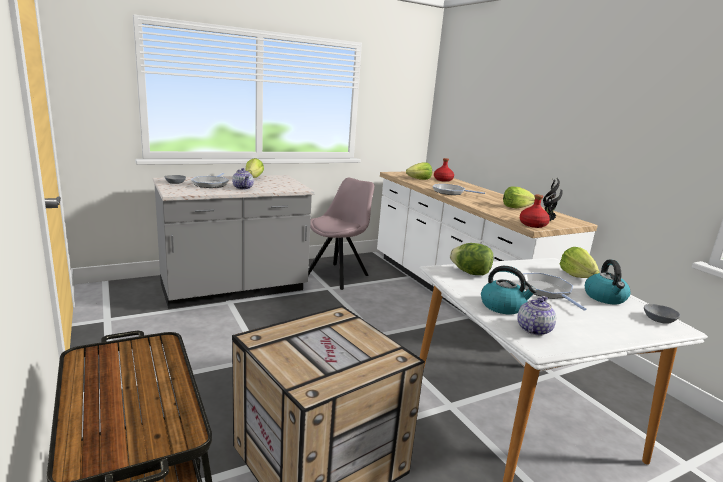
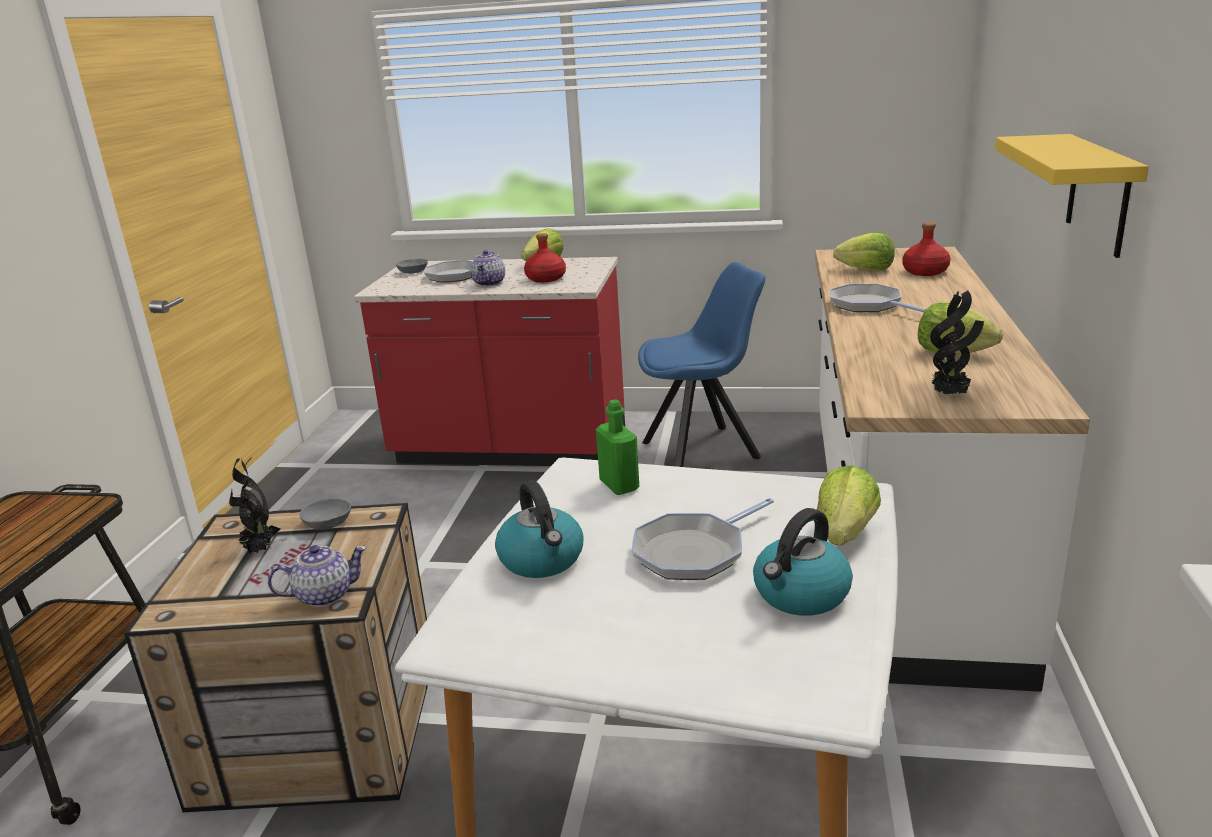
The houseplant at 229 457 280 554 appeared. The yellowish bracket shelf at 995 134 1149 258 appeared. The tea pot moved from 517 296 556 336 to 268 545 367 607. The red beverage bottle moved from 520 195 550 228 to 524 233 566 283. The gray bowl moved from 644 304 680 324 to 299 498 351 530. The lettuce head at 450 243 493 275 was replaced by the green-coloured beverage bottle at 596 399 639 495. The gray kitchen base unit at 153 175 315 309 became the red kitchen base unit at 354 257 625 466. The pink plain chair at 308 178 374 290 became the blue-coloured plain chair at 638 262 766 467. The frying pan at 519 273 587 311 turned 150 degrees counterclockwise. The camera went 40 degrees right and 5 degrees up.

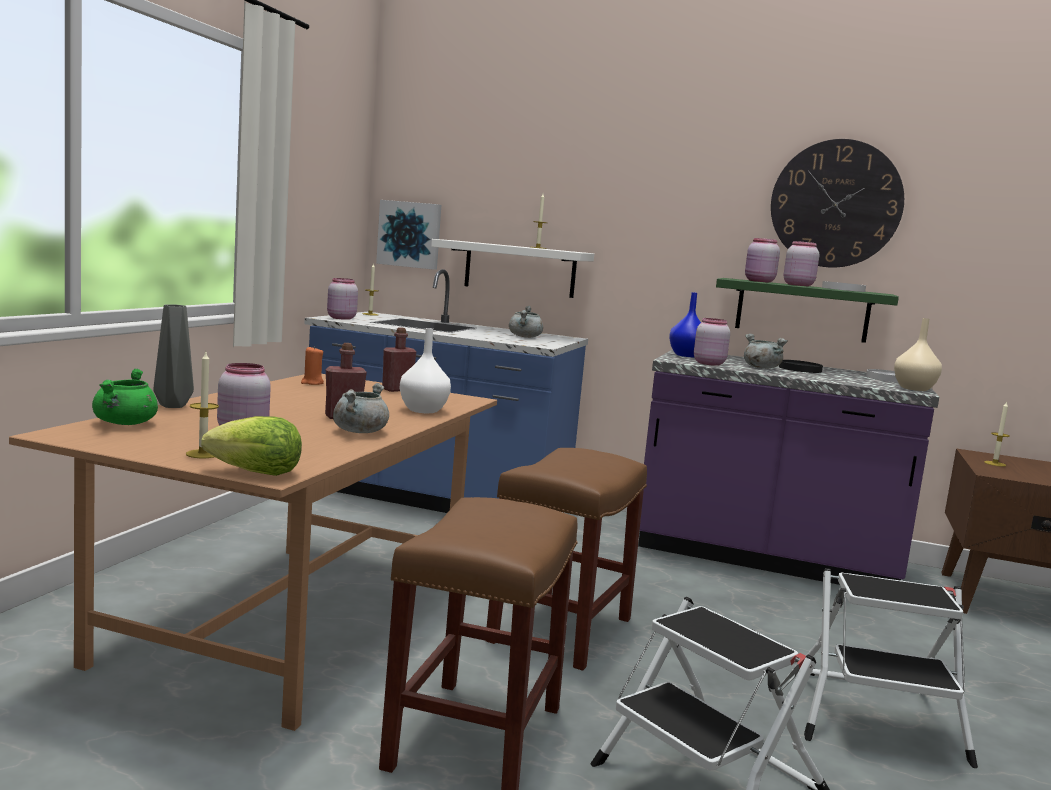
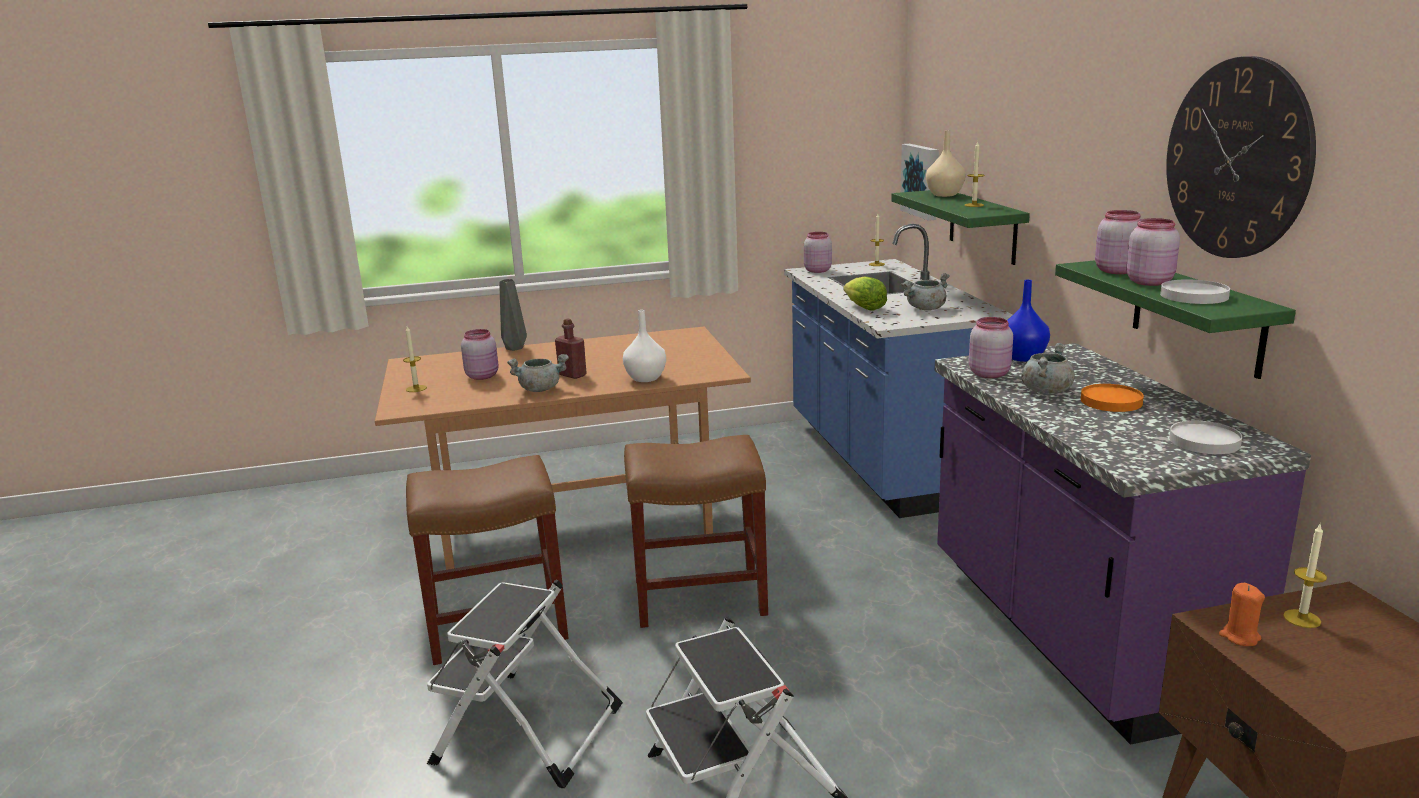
The green-coloured cooking pot at 92 368 158 425 disappeared. The red beverage bottle at 382 328 416 392 disappeared. The lettuce head moved from 201 416 302 476 to 844 277 887 310. The orangey wax light moved from 301 346 324 385 to 1219 583 1265 646. The sand-coloured flower vase moved from 894 318 942 391 to 926 130 965 197. The white-coloured bracket shelf at 431 239 594 298 became the green-coloured bracket shelf at 891 190 1030 265. The black flat dish at 779 360 823 373 became the orangey flat dish at 1081 384 1144 412. The camera went 60 degrees right and 10 degrees up.

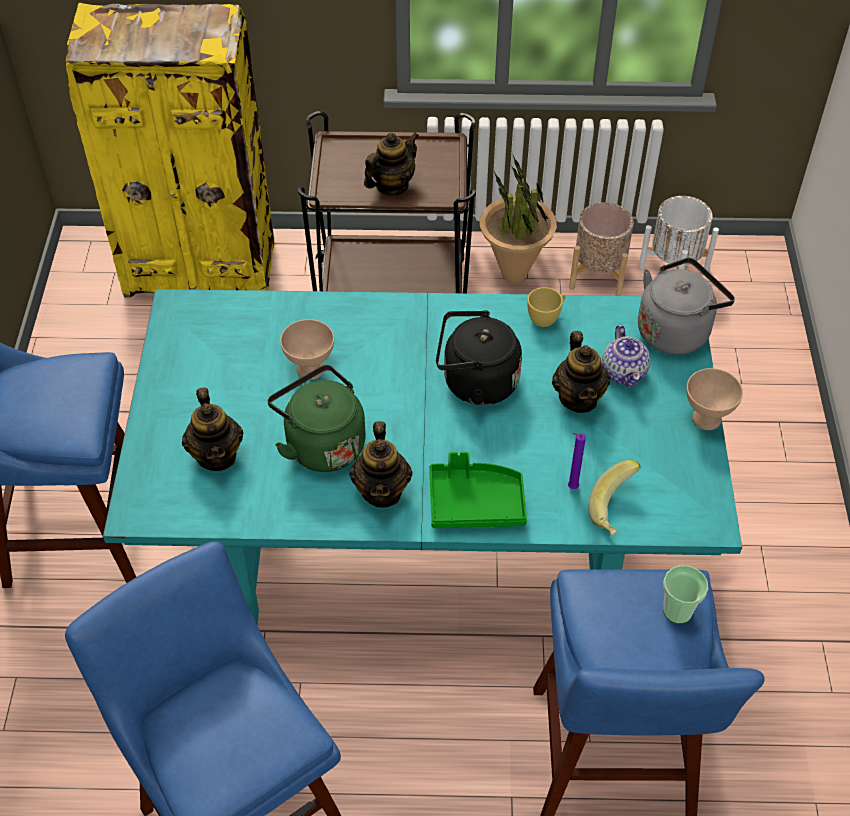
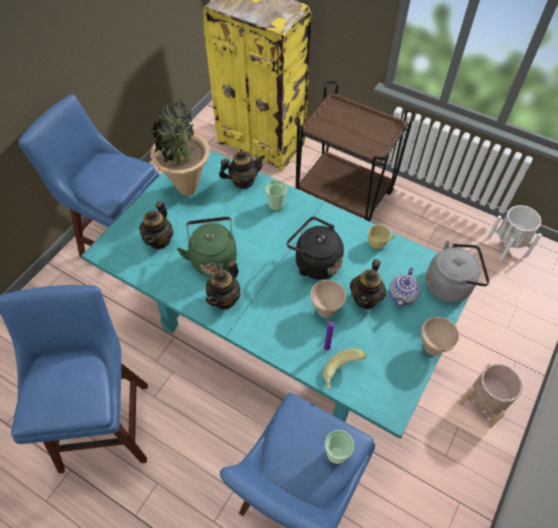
The green-coloured serving tray at 429 452 527 528 disappeared. The cup at 265 180 287 211 appeared. The sand-coloured bowl moved from 280 319 334 380 to 310 280 346 318. The tea pot moved from 364 132 419 195 to 219 150 265 189. The houseplant moved from 480 156 557 283 to 150 98 210 196. The sand-coloured plant pot moved from 569 202 634 296 to 459 363 524 428. The camera went 30 degrees right and 5 degrees up.

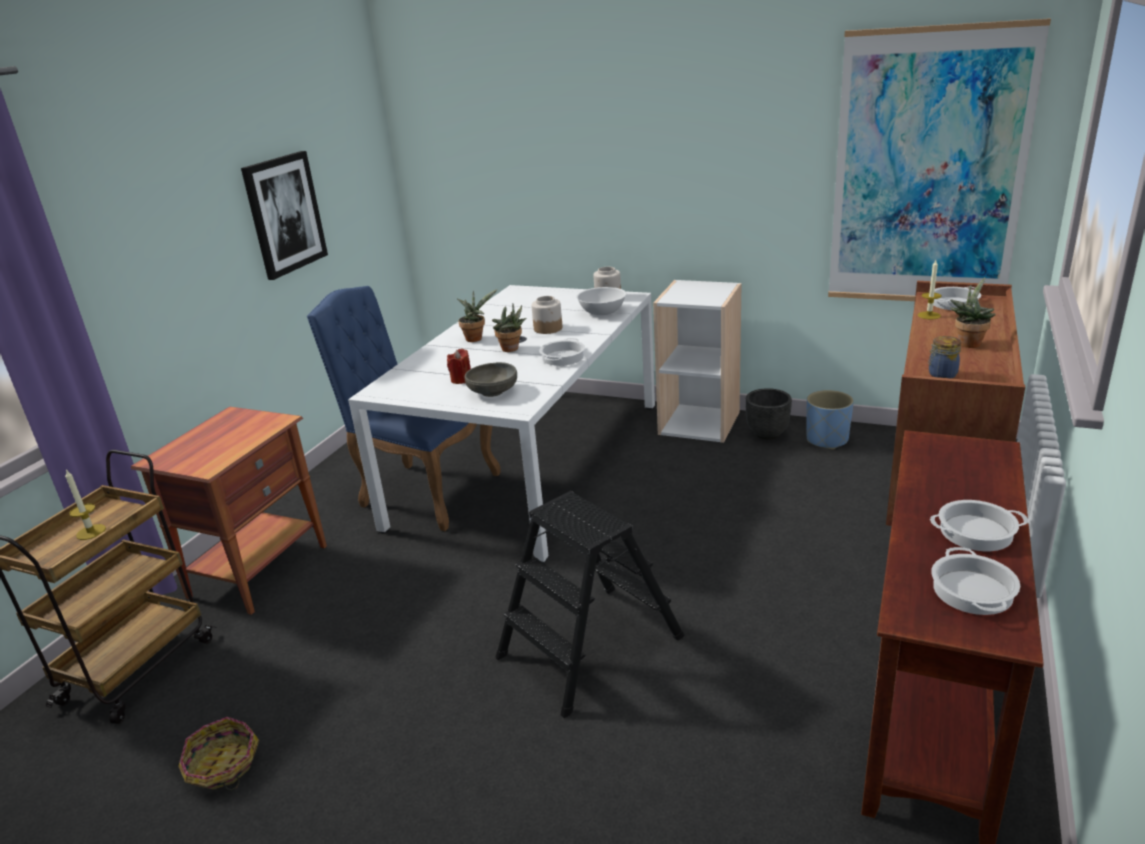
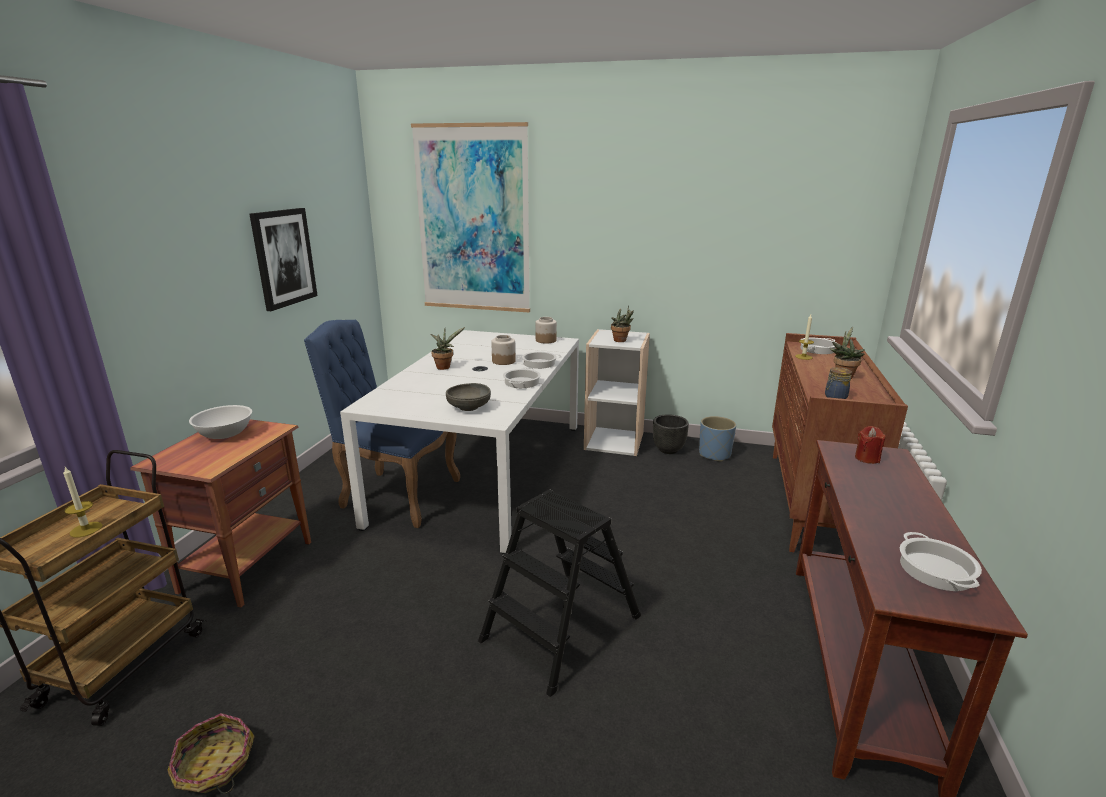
The red wax light moved from 447 349 471 384 to 855 426 885 464. The houseplant moved from 492 304 526 352 to 611 306 634 342. The white-coloured bowl moved from 576 287 626 315 to 189 405 252 439. The picture moved from 828 18 1051 301 to 411 122 530 312. The cooking pot moved from 930 500 1029 551 to 517 352 562 369. The camera went 10 degrees left and 5 degrees down.

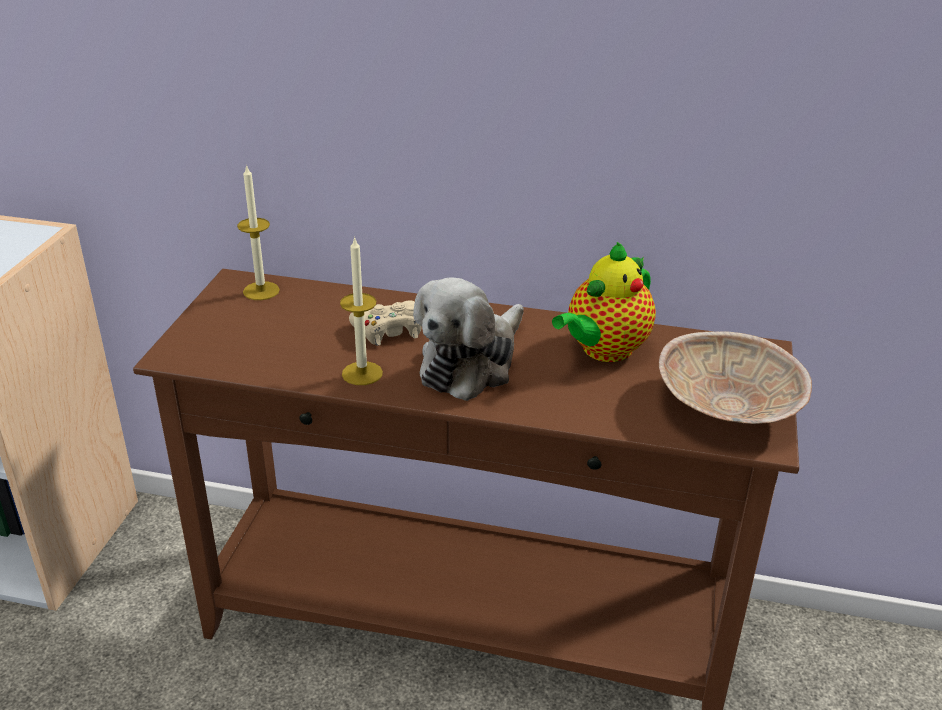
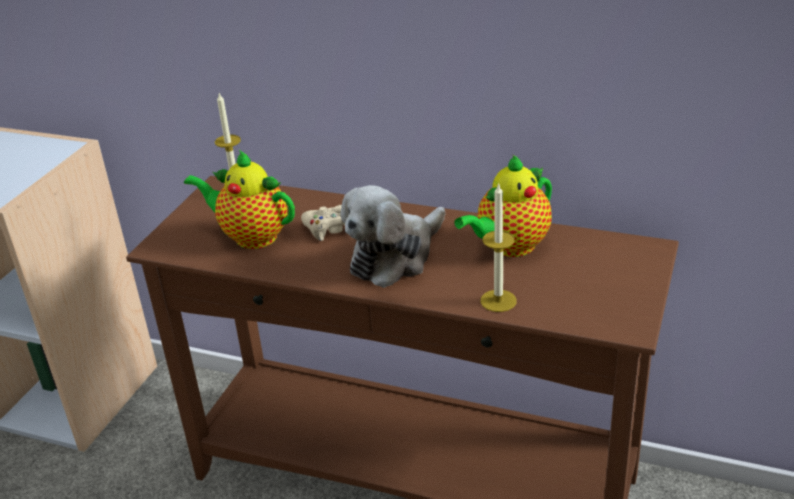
The sand-coloured bowl at 659 331 812 424 disappeared. The tea pot at 184 150 295 249 appeared. The wax light moved from 340 236 383 385 to 480 183 517 312. The camera went 10 degrees right and 0 degrees up.

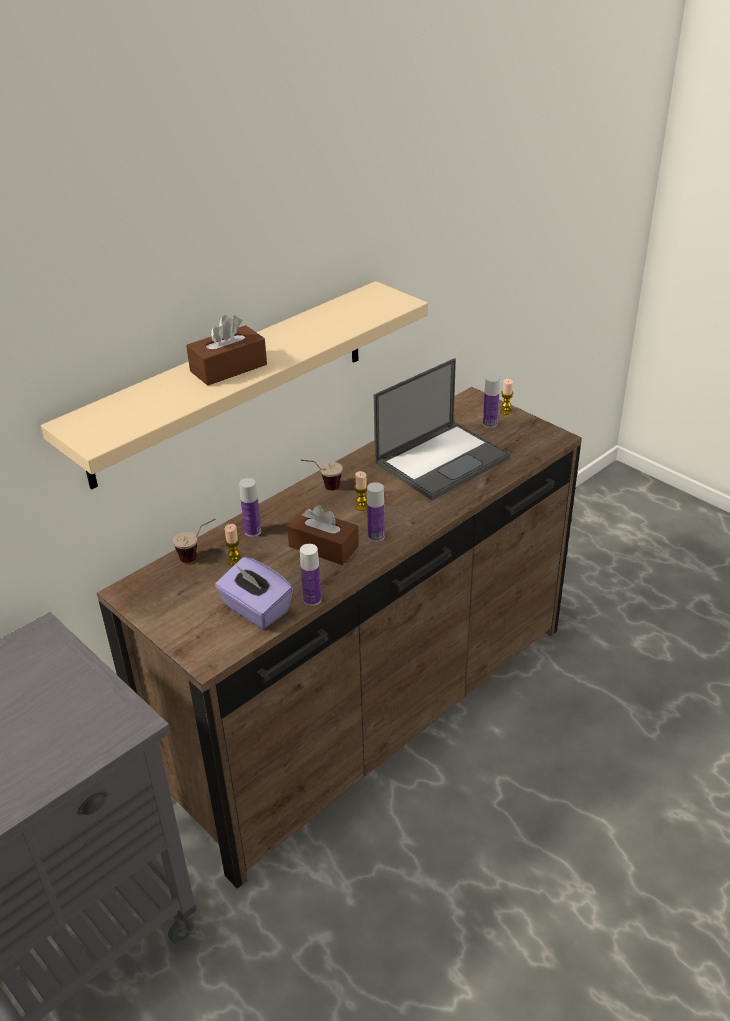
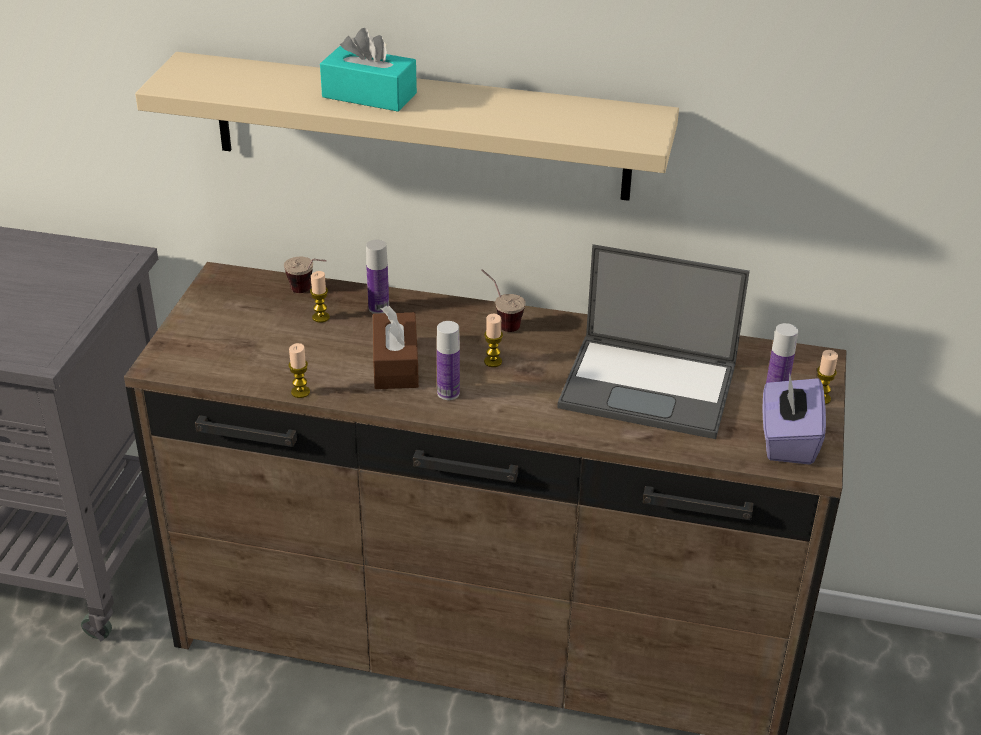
The purple-coloured tissue box moved from 215 557 293 629 to 763 373 826 465. The beverage bottle at 300 544 321 606 was replaced by the wax light at 289 343 310 398. The brown tissue box at 186 315 267 386 became the blue-green tissue box at 320 28 417 112. The camera went 55 degrees right and 0 degrees up.

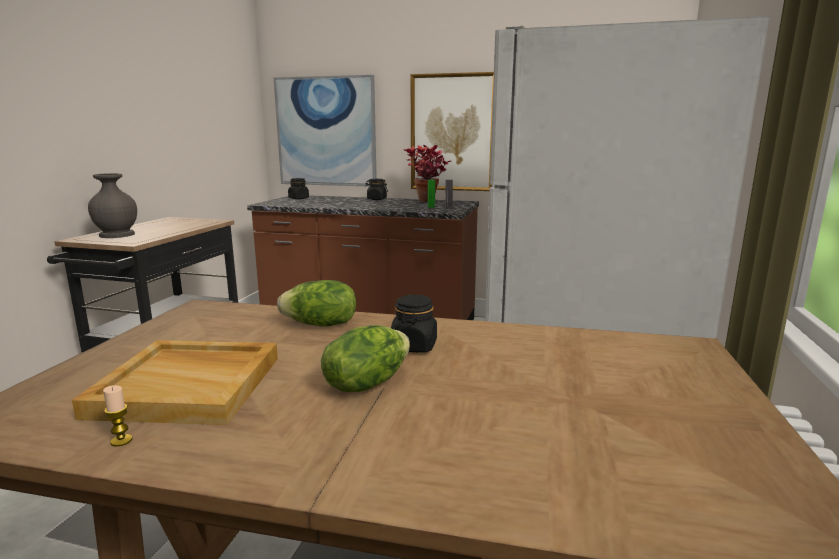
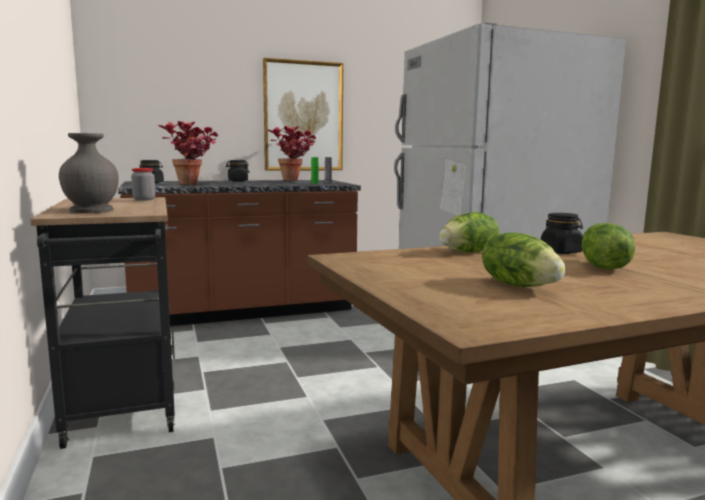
The wax light at 103 385 133 447 disappeared. The picture at 274 75 377 187 disappeared. The storage jar at 131 168 155 201 appeared. The houseplant at 158 121 218 185 appeared. The sand-coloured serving tray at 72 340 278 425 was replaced by the lettuce head at 482 232 565 287. The camera went 35 degrees left and 5 degrees down.

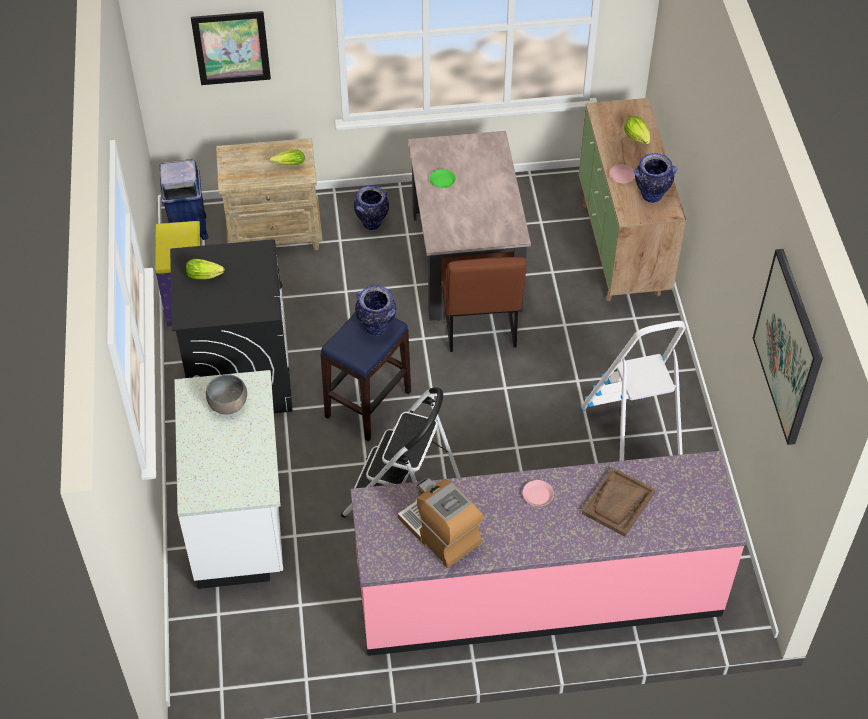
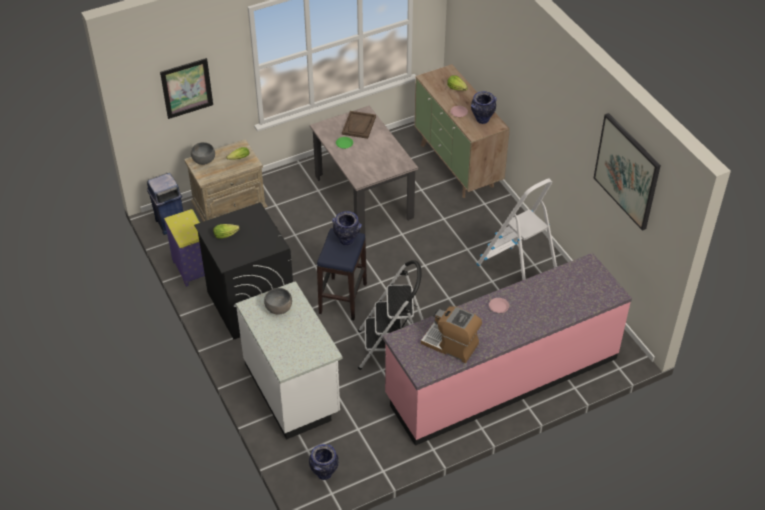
The brown plain chair at 442 252 527 352 disappeared. The gray bowl at 191 142 215 165 appeared. The flower vase moved from 354 185 389 230 to 309 444 339 480. The brown serving tray moved from 582 468 655 537 to 342 111 376 139. The camera went 20 degrees left and 5 degrees down.

